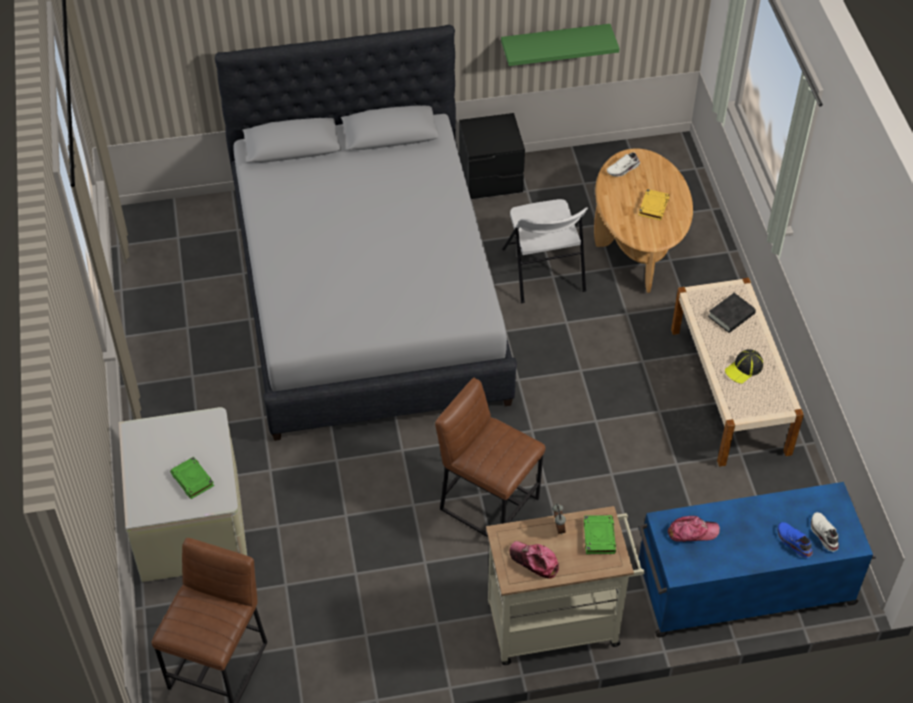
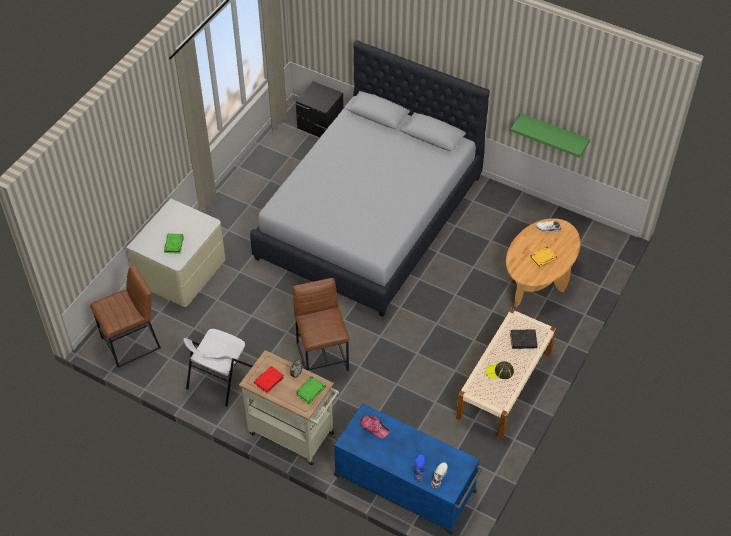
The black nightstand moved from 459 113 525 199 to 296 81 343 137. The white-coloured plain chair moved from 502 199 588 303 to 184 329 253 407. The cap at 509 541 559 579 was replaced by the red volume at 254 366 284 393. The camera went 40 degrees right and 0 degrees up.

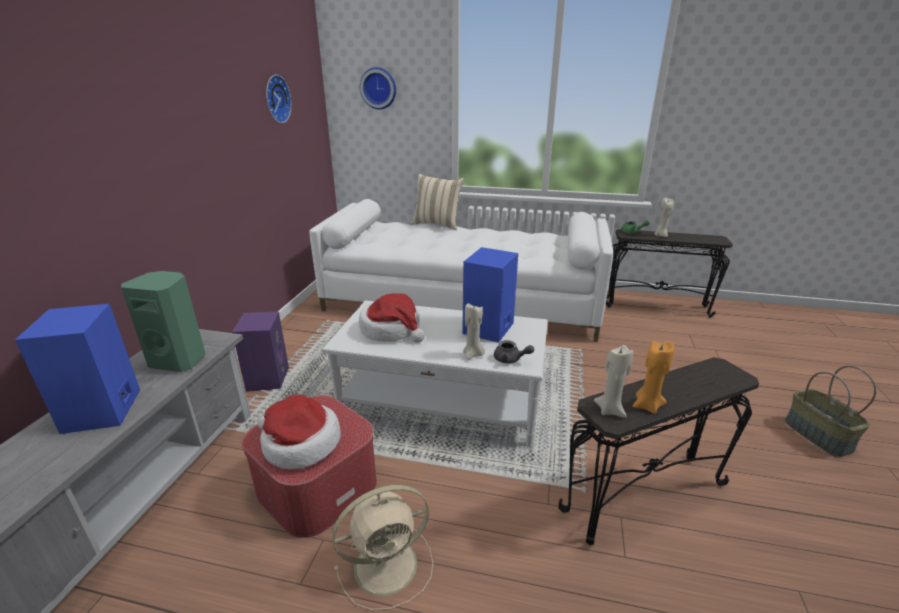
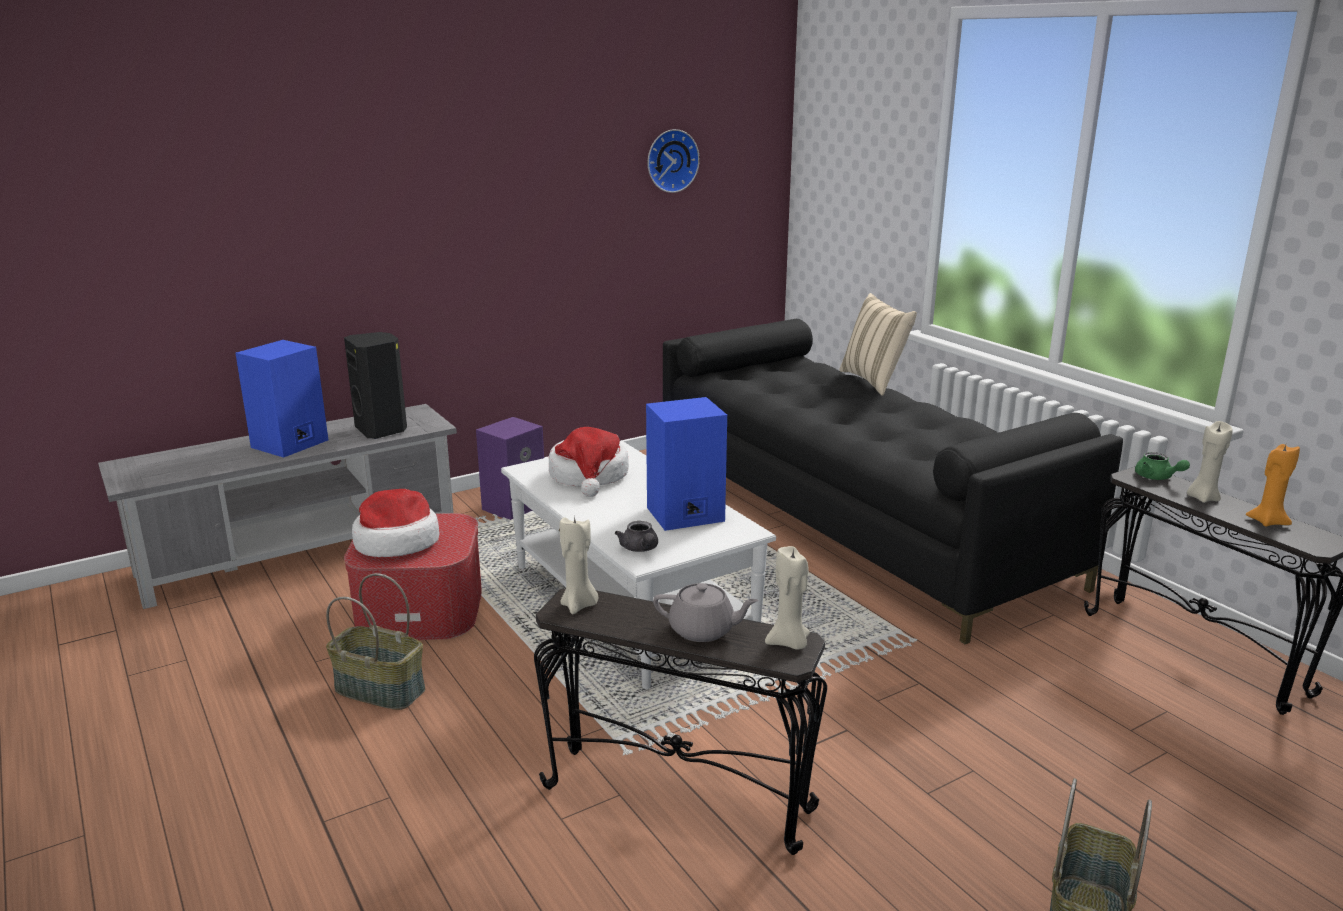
The clock on the wall at 360 67 396 110 disappeared. The gray tea pot at 653 583 759 642 appeared. The sand-coloured wax light moved from 463 303 485 360 to 765 546 810 650. The orangey wax light moved from 633 341 675 414 to 1246 444 1300 527. The sand-coloured electric fan at 332 485 433 611 was replaced by the basket at 326 573 425 710. The green-coloured audio speaker at 121 271 206 372 became the black audio speaker at 344 332 407 439. The white-coloured sofa at 309 199 613 342 became the black sofa at 663 319 1123 644. The camera went 45 degrees right and 5 degrees down.

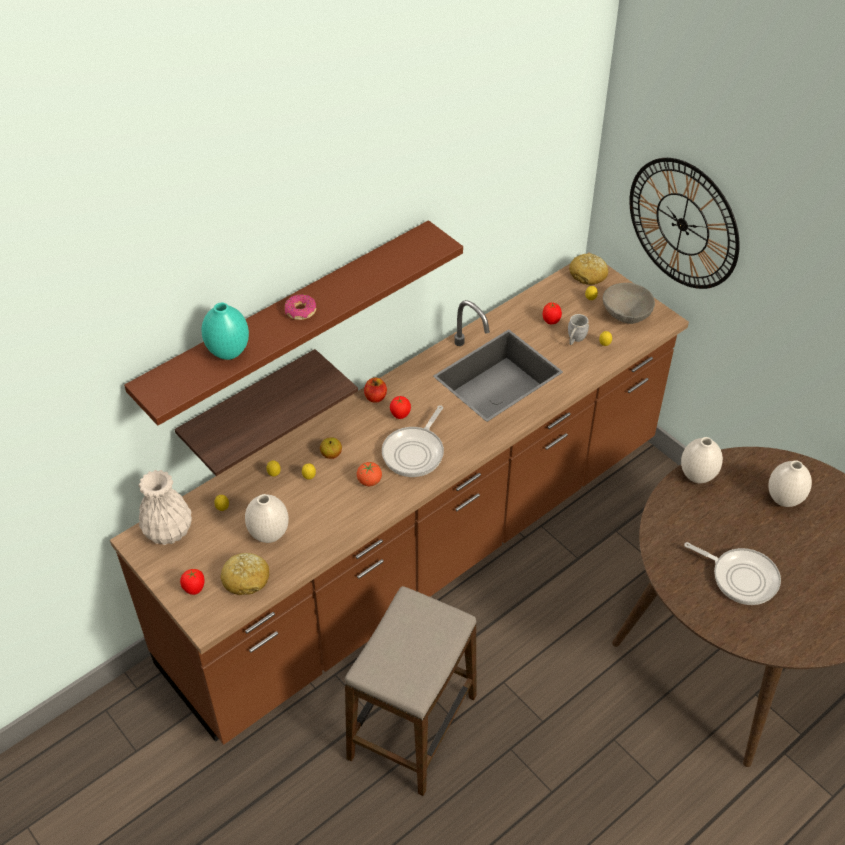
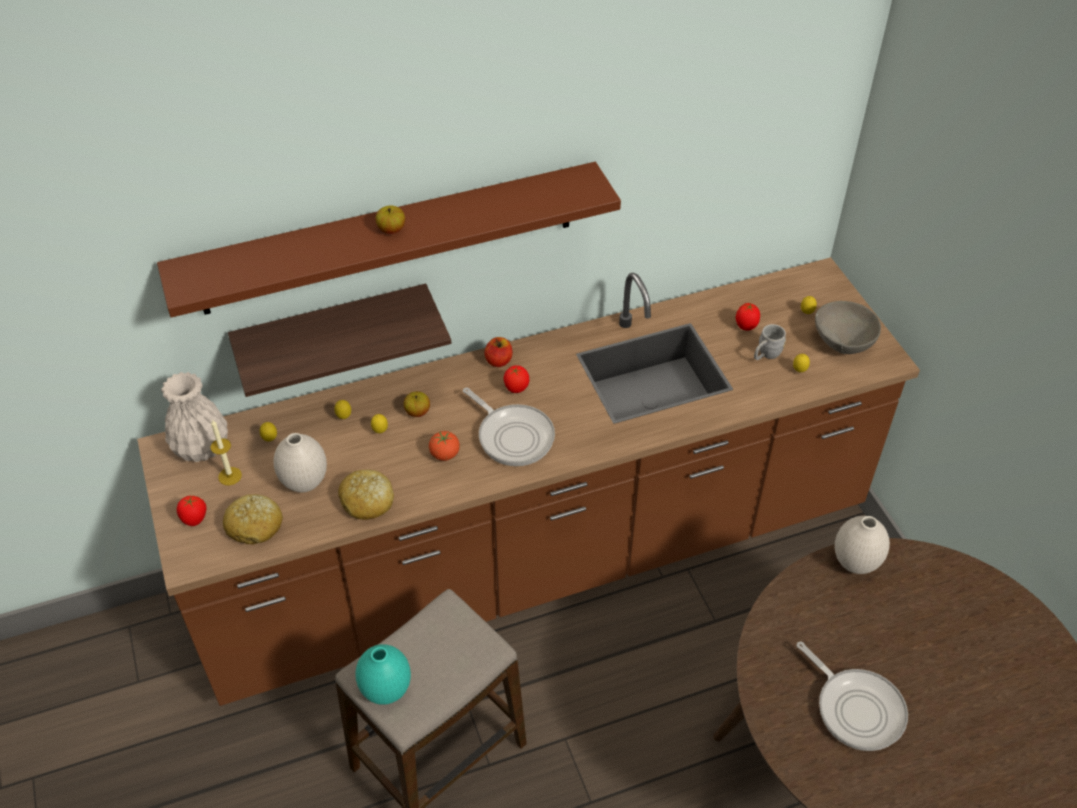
The clock on the wall at 629 158 740 289 disappeared. The white-coloured flower vase at 768 460 812 507 disappeared. The wax light at 211 419 242 485 appeared. The blue-green flower vase moved from 202 303 249 360 to 355 644 411 705. The bakery bread moved from 569 253 608 285 to 338 470 394 520. The ring doughnut at 285 294 316 320 was replaced by the whole apple at 376 205 405 234. The frying pan at 382 405 444 477 turned 90 degrees counterclockwise. The camera went 20 degrees right and 0 degrees up.

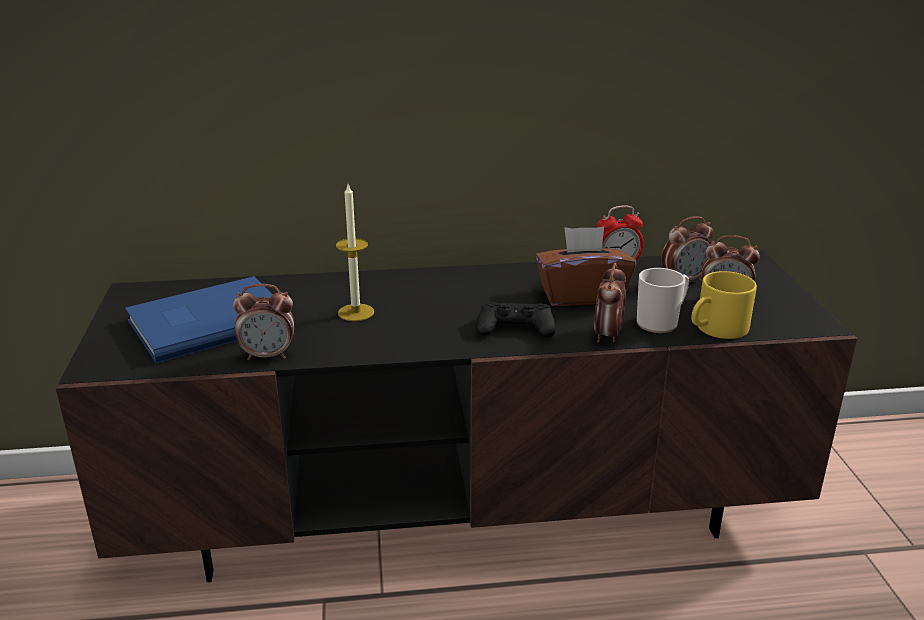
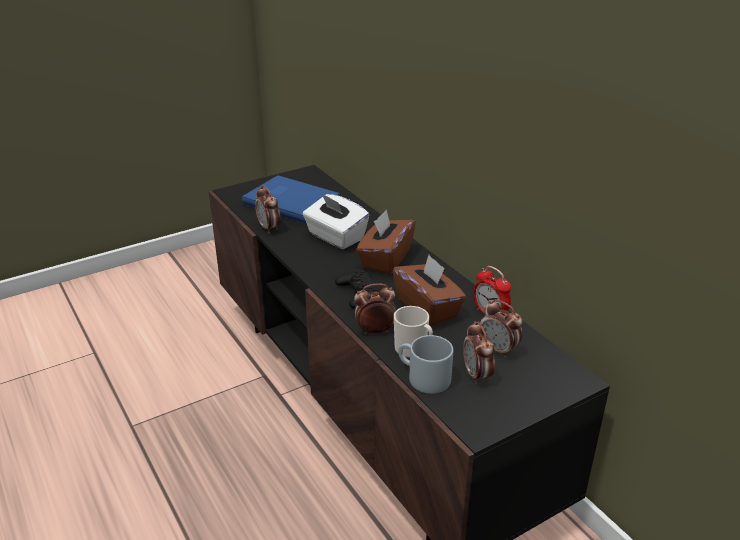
The brown tissue box at 356 210 415 274 appeared. The wax light at 336 184 374 321 was replaced by the white-coloured tissue box at 303 194 369 249. The yellowish mug at 691 271 757 339 became the gray mug at 398 335 453 394. The camera went 65 degrees right and 5 degrees up.

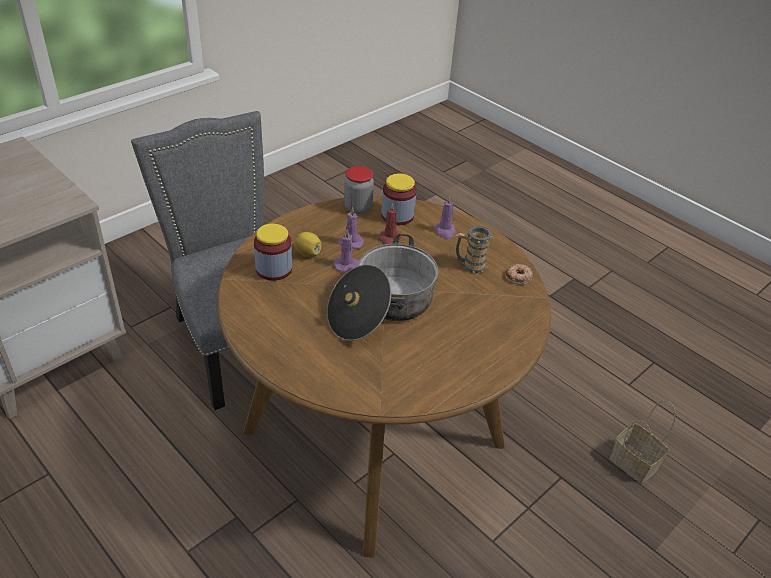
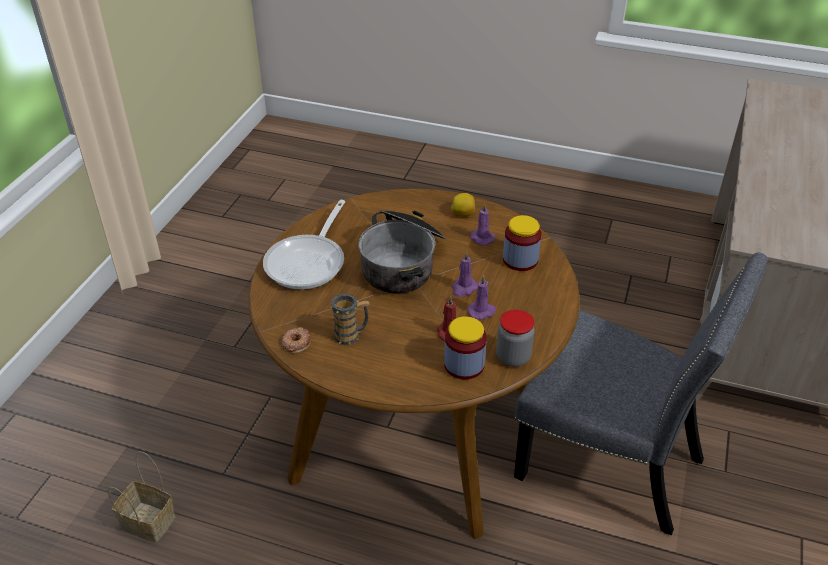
The frying pan at 263 200 346 290 appeared. The whole lemon moved from 294 232 321 257 to 451 193 475 217. The purple-coloured wax light moved from 433 196 456 239 to 471 203 495 246. The camera went 155 degrees right and 0 degrees up.

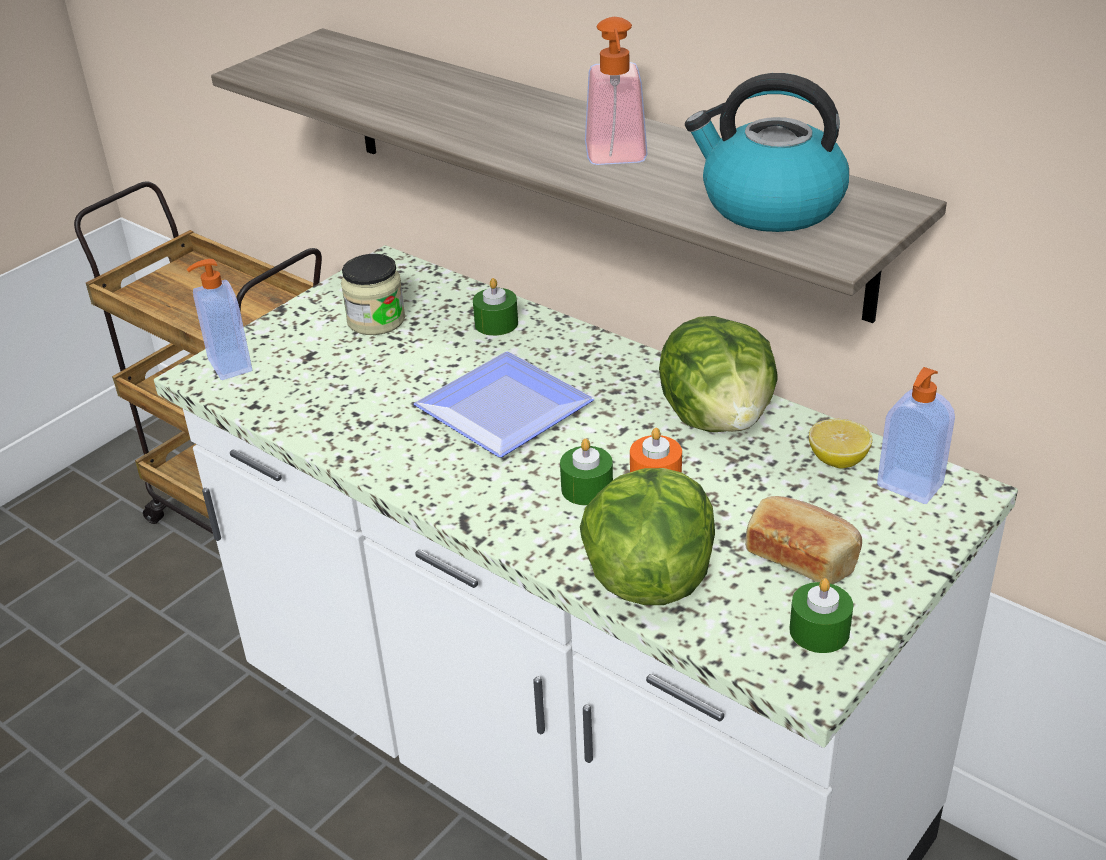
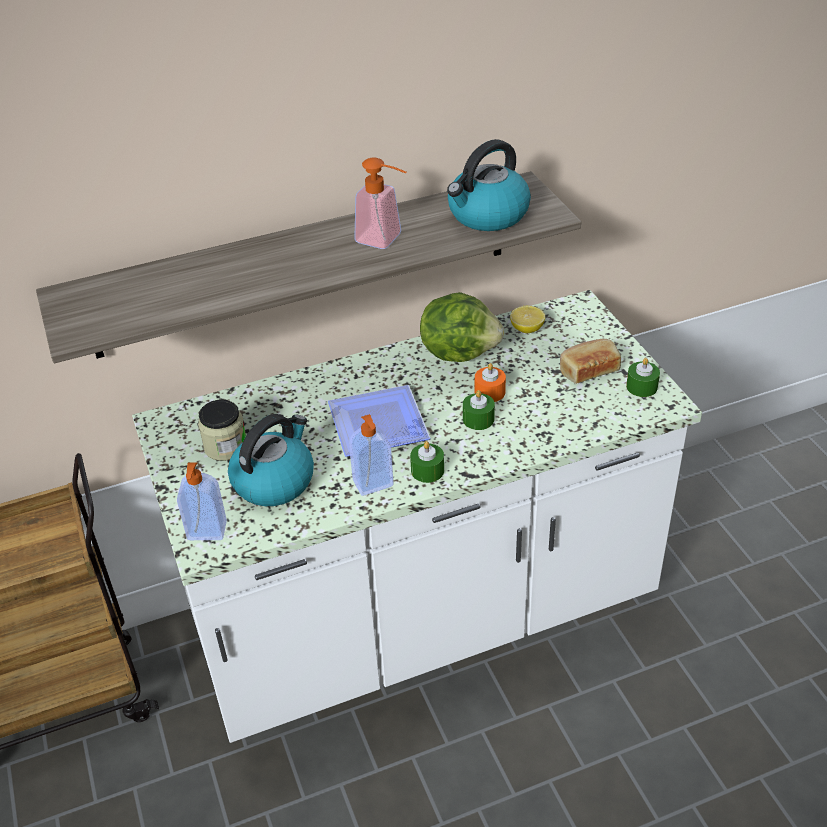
The lettuce head at 580 468 715 605 disappeared. The tea kettle at 228 414 314 506 appeared. The green-coloured wax light moved from 473 278 518 336 to 410 441 444 483. The soap dispenser moved from 877 367 955 504 to 349 414 394 496. The camera went 60 degrees left and 5 degrees up.

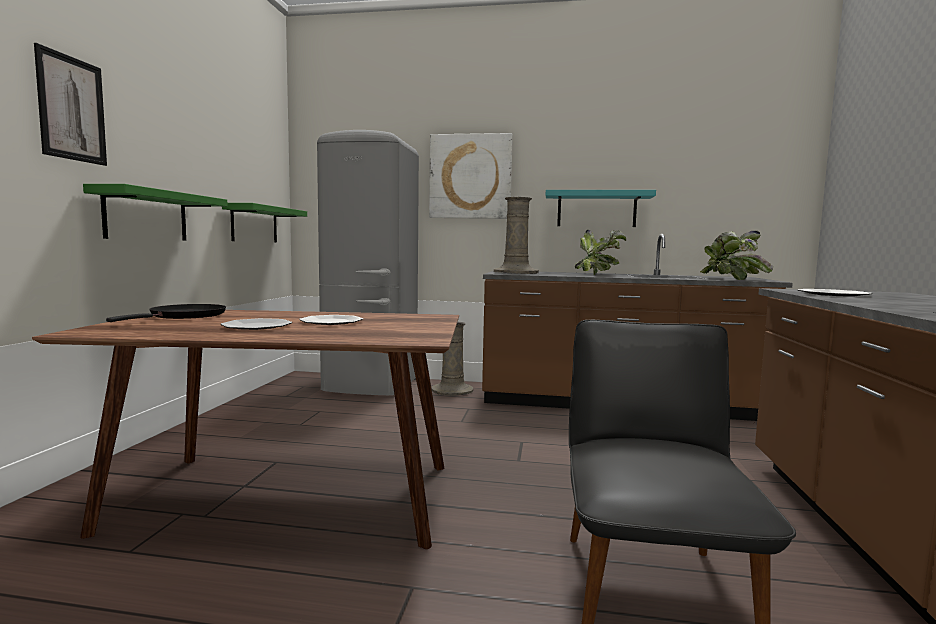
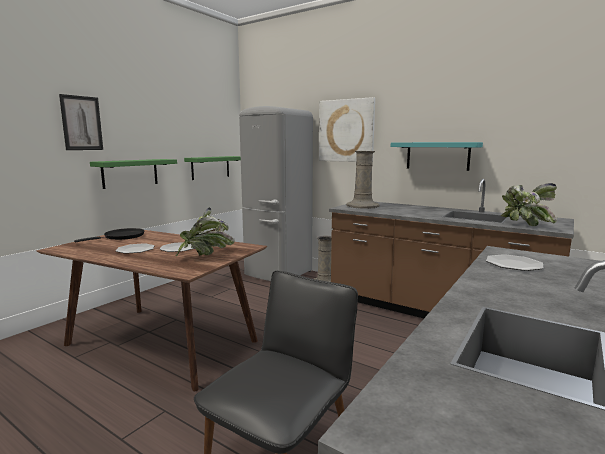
The houseplant moved from 575 230 626 275 to 175 208 235 256. The camera went 25 degrees right and 5 degrees up.

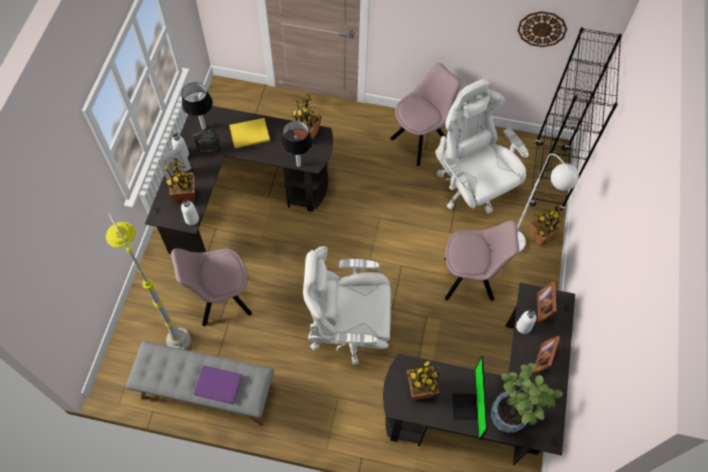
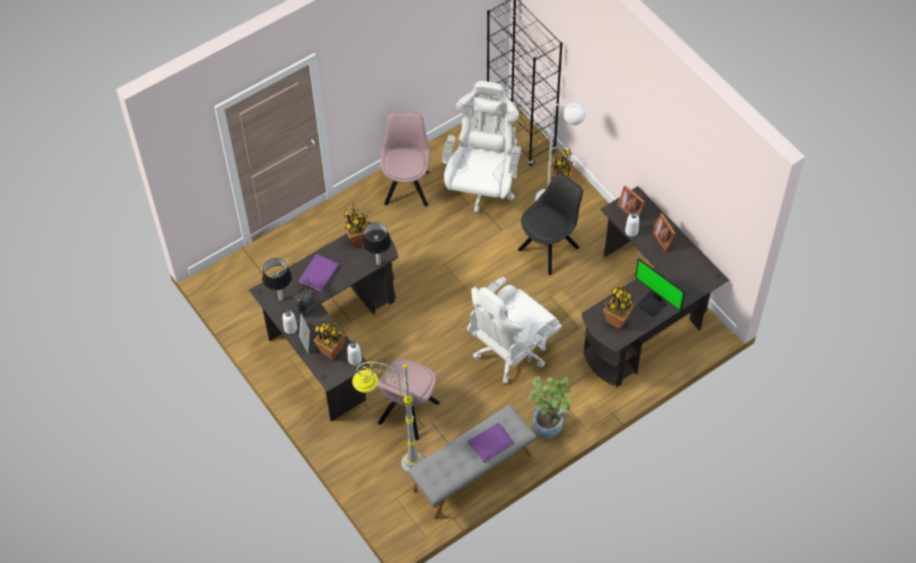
The clock on the wall at 517 11 567 47 disappeared. The houseplant moved from 491 363 563 433 to 528 376 572 438. The yellowish volume at 229 118 270 148 became the purple-coloured volume at 299 254 339 292. The pink plain chair at 444 220 519 301 became the black plain chair at 518 173 583 275. The white-coloured desk chair at 435 79 529 213 turned 90 degrees clockwise. The camera went 45 degrees left and 5 degrees down.

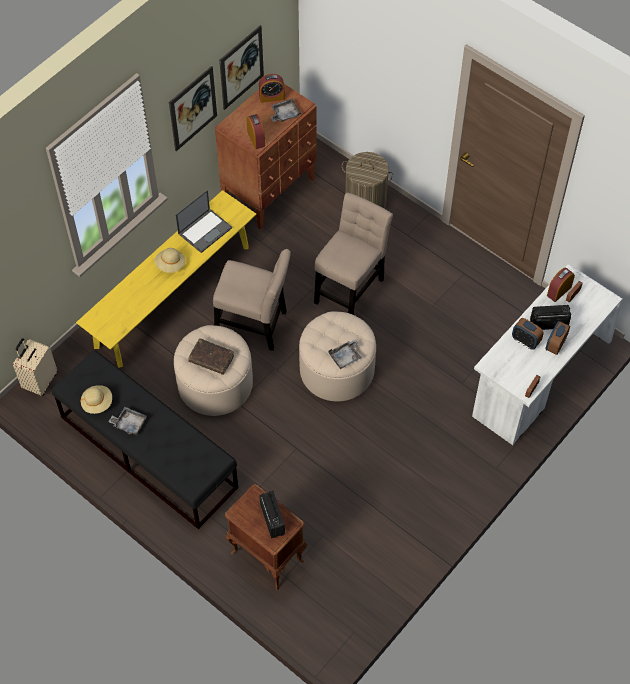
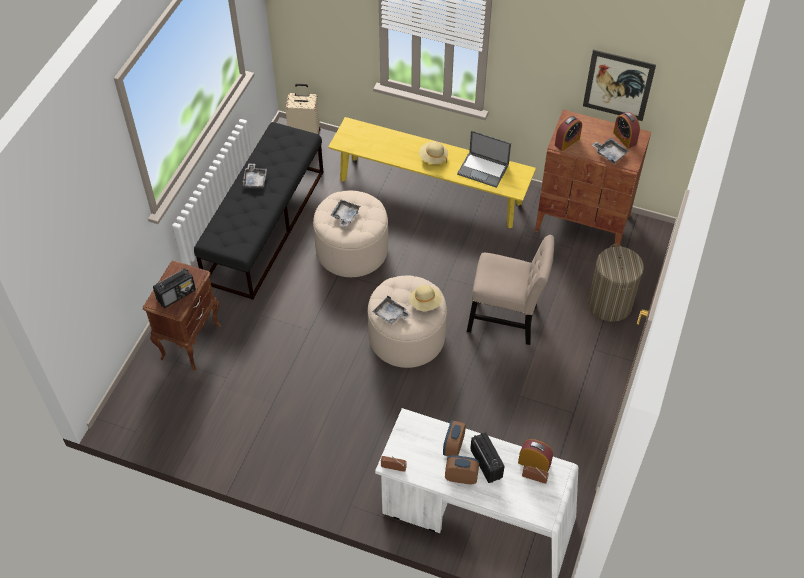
The picture at 169 66 217 151 disappeared. The sand-coloured plain chair at 213 249 291 351 disappeared. The sand-coloured hat moved from 81 385 112 414 to 409 285 442 311. The brown volume at 188 338 234 375 was replaced by the gray serving tray at 330 200 361 227. The camera went 70 degrees right and 5 degrees down.

